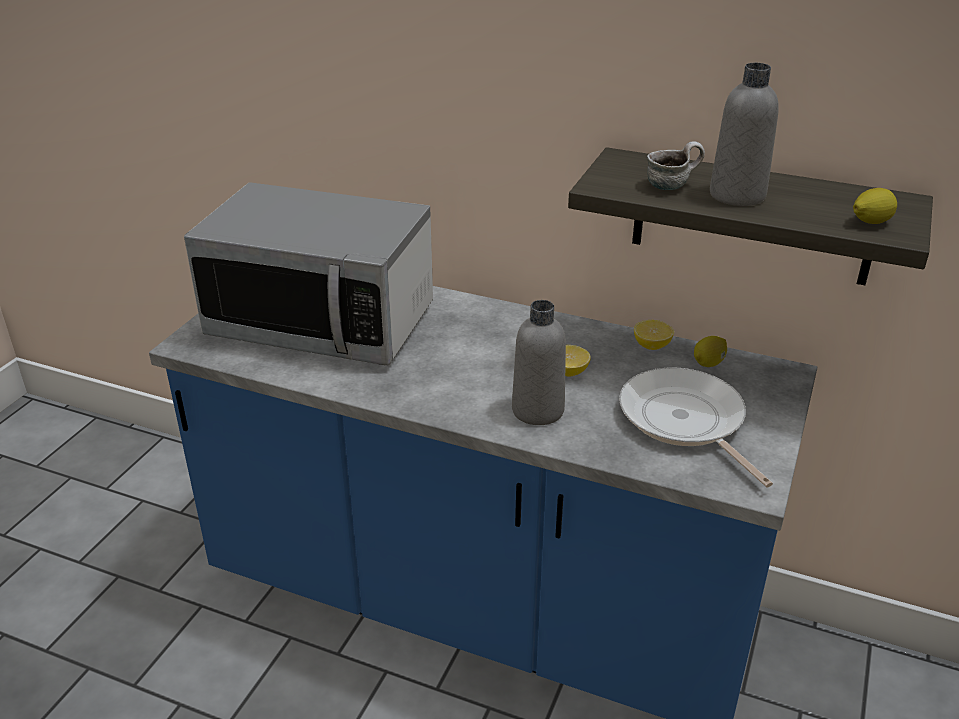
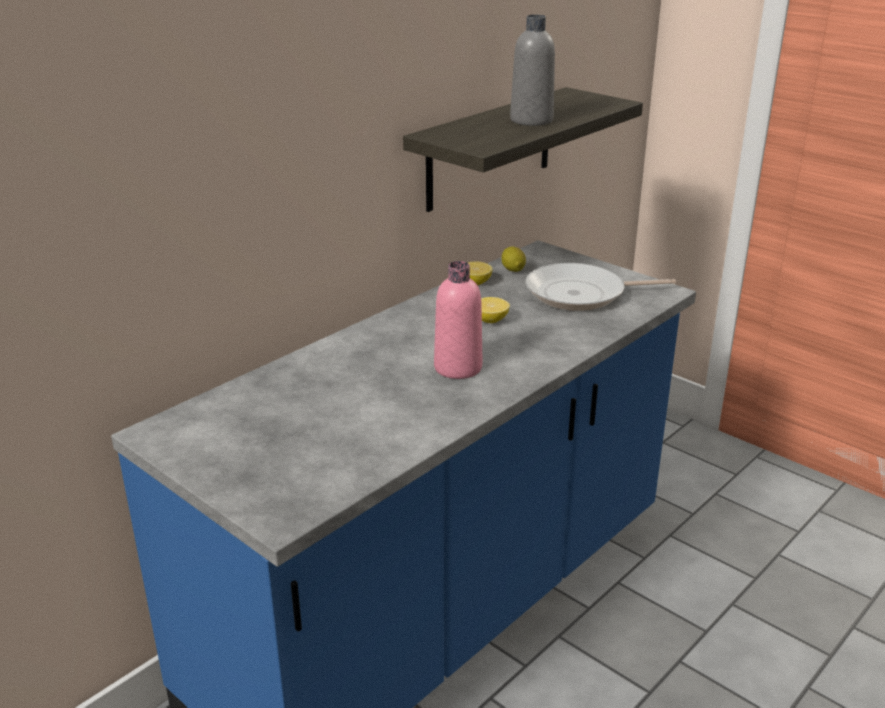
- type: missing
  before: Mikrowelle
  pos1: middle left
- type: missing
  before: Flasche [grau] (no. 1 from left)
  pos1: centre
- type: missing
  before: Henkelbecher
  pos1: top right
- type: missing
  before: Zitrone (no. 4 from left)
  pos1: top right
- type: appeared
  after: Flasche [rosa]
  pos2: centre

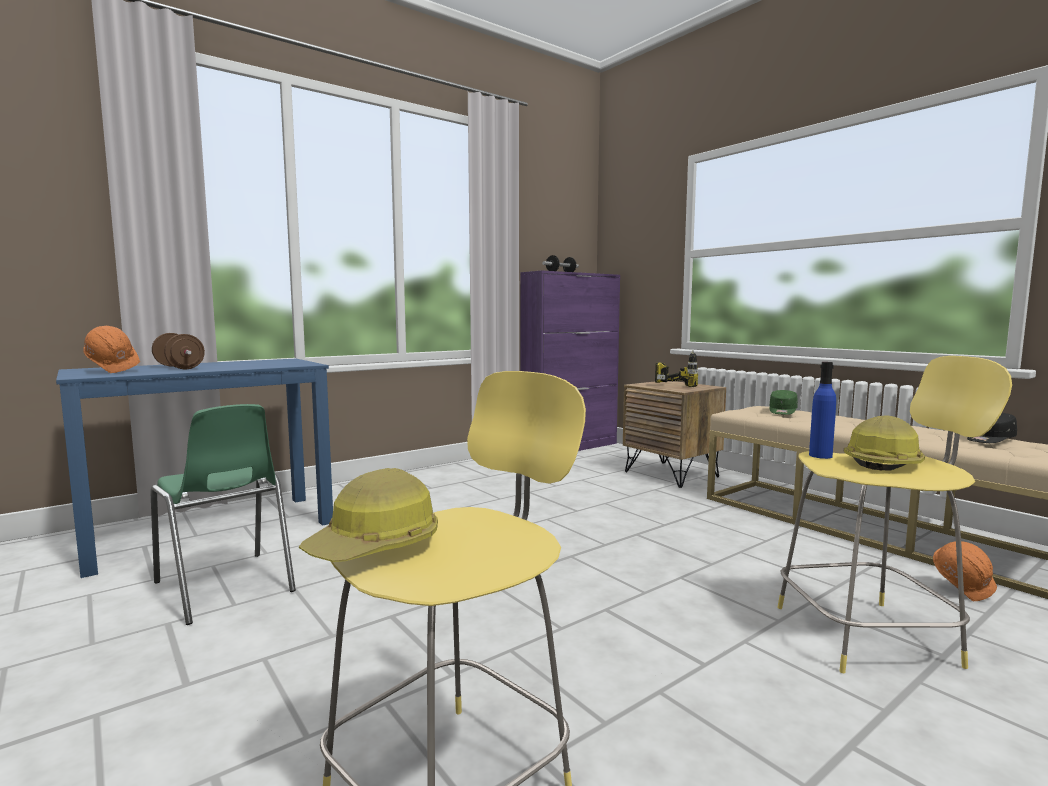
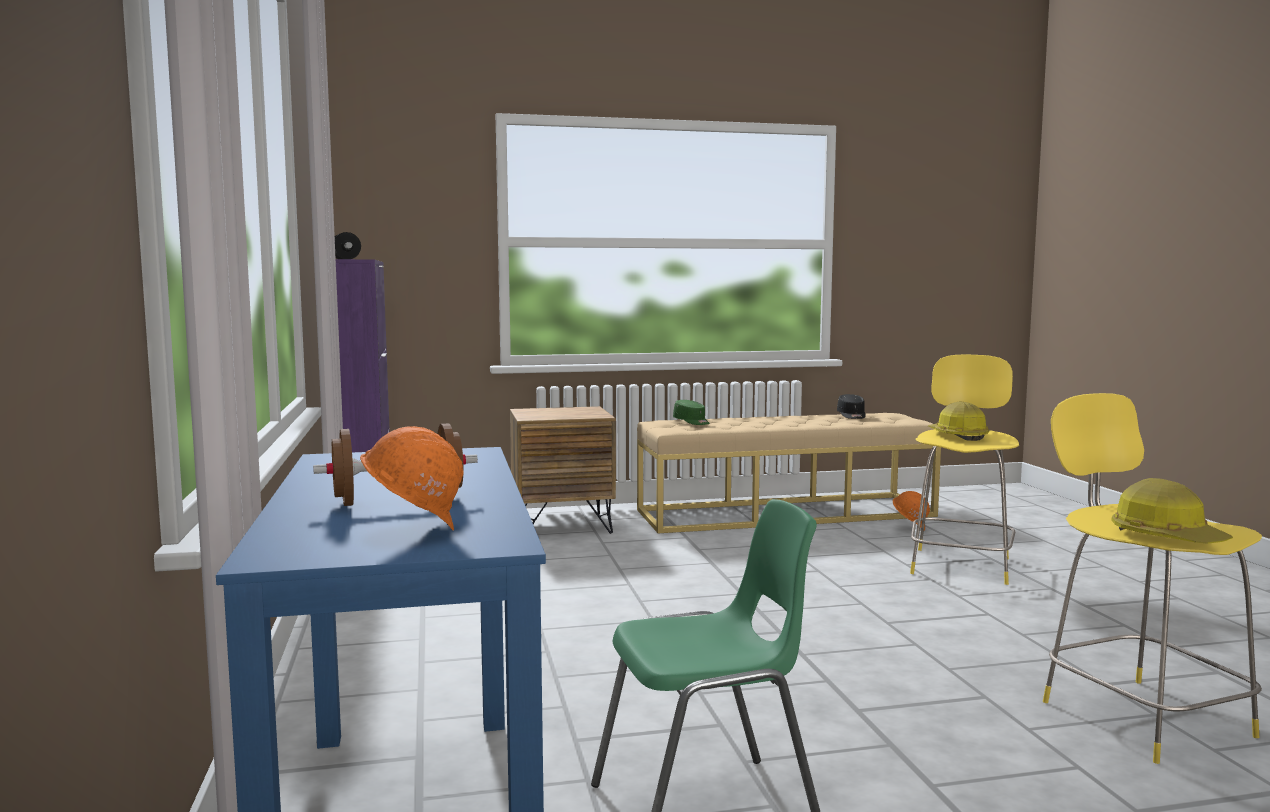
- type: missing
  before: Bohrmaschine
  pos1: centre
- type: missing
  before: Flasche [blau]
  pos1: middle right

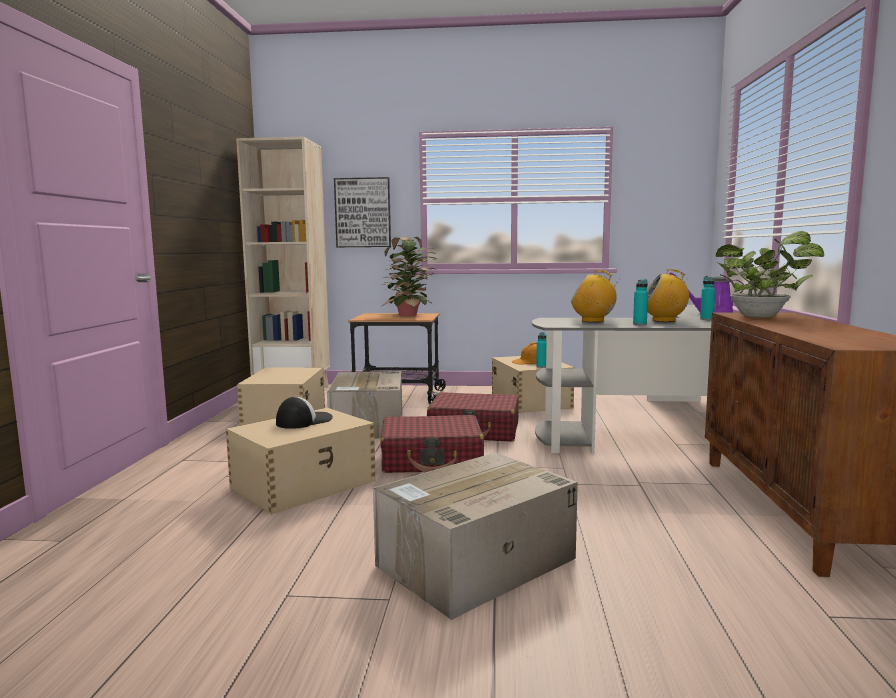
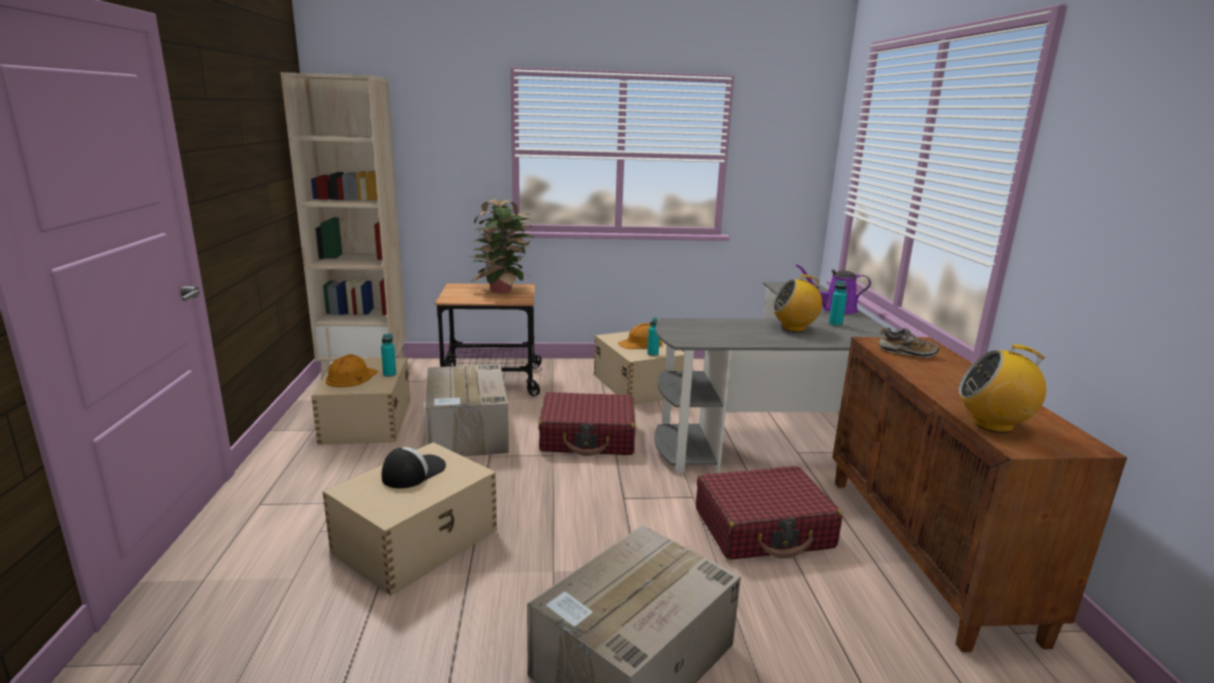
- type: missing
  before: Bild
  pos1: top centre
- type: appeared
  after: Schutzhelm [orange] (no. 1 from left)
  pos2: middle left
- type: relocated
  before: Koffer [rot] (no. 1 from left in the first image)
  after: Koffer [rot] (no. 2 from left)
  pos1: centre
  pos2: bottom centre
- type: relocated
  before: Radio (no. 1 from left in the first image)
  after: Radio (no. 2 from left)
  pos1: centre
  pos2: middle right
- type: relocated
  before: Flasche [türkis] (no. 2 from left in the first image)
  after: Flasche [türkis] (no. 1 from left)
  pos1: middle right
  pos2: middle left
- type: exchanged
  before: Topfpflanze (no. 2 from left)
  after: Schuh
  pos1: middle right
  pos2: middle right

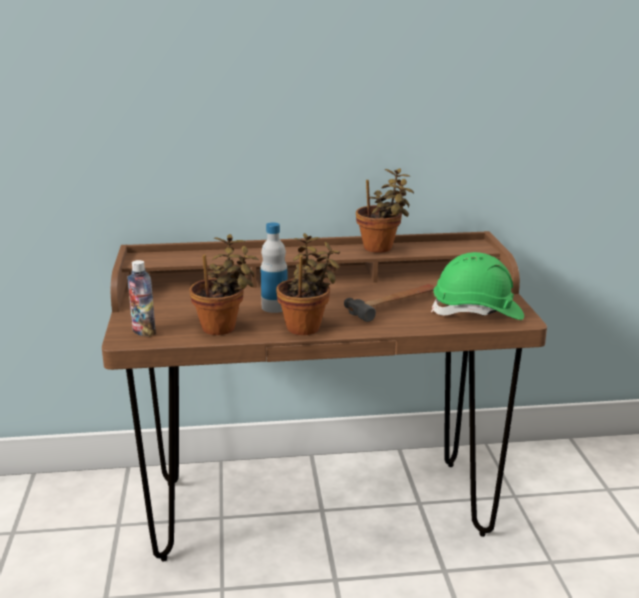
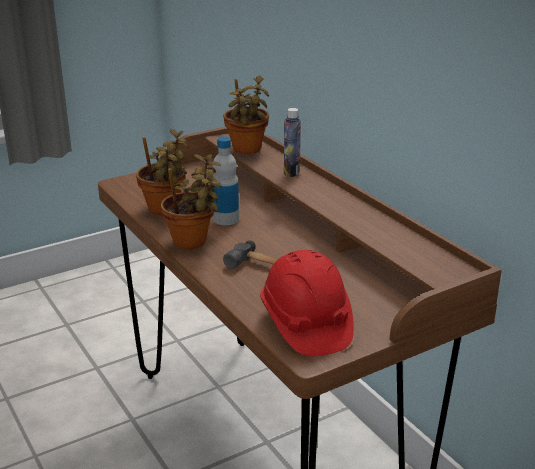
- type: relocated
  before: Flasche (no. 1 from left in the first image)
  after: Flasche (no. 2 from left)
  pos1: middle left
  pos2: top centre
- type: relocated
  before: Topfpflanze (no. 3 from left)
  pos1: centre
  pos2: top centre
- type: colour
  before: Schutzhelm [grün]
  after: Schutzhelm [rot]
  pos1: middle right
  pos2: centre

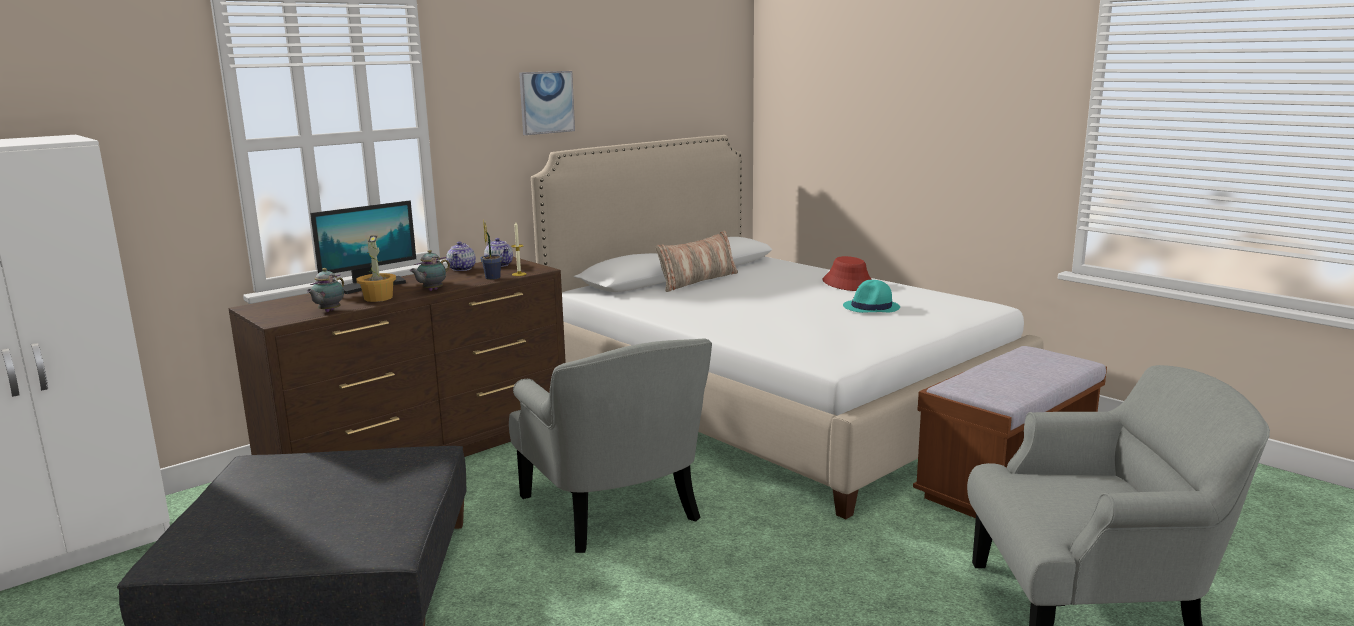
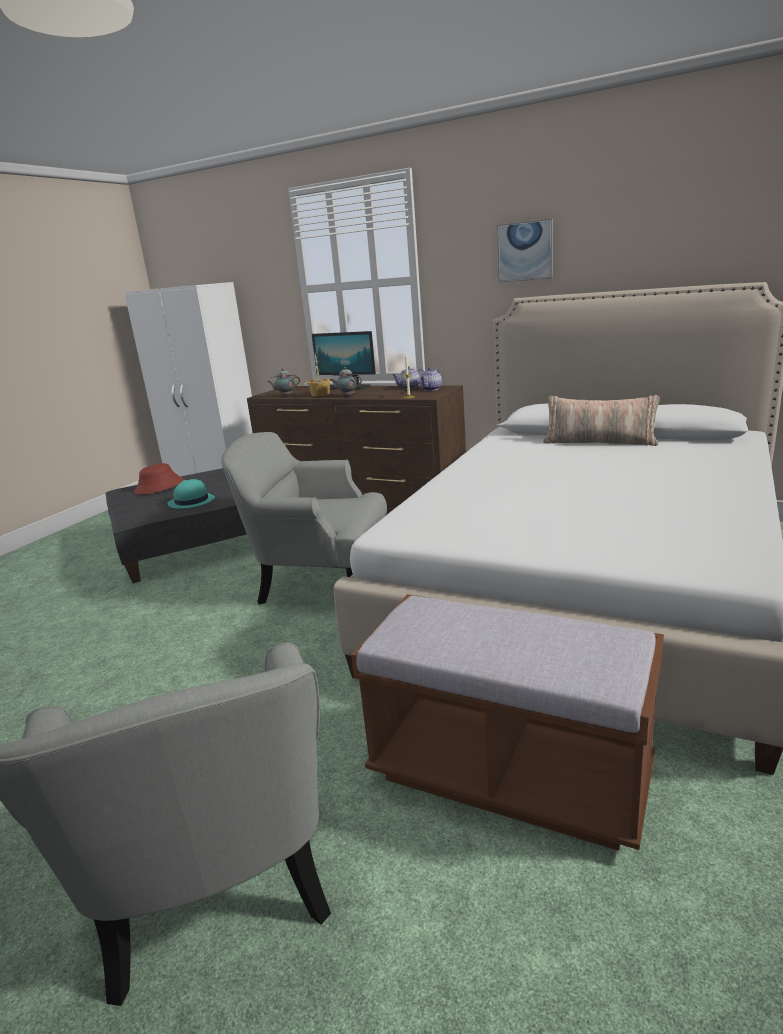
- type: missing
  before: Topfpflanze (no. 2 from left)
  pos1: centre
- type: relocated
  before: Hut [rot]
  pos1: centre
  pos2: middle left
- type: relocated
  before: Hut [türkis]
  pos1: centre
  pos2: middle left
- type: spun
  before: Sessel [grau] (no. 1 from left in the first image)
  pos1: bottom centre
  pos2: centre
  turn: 60

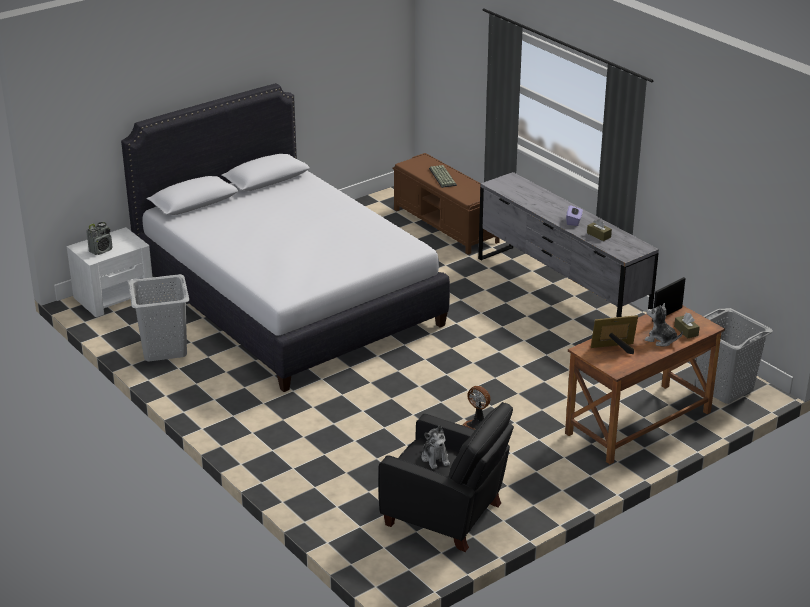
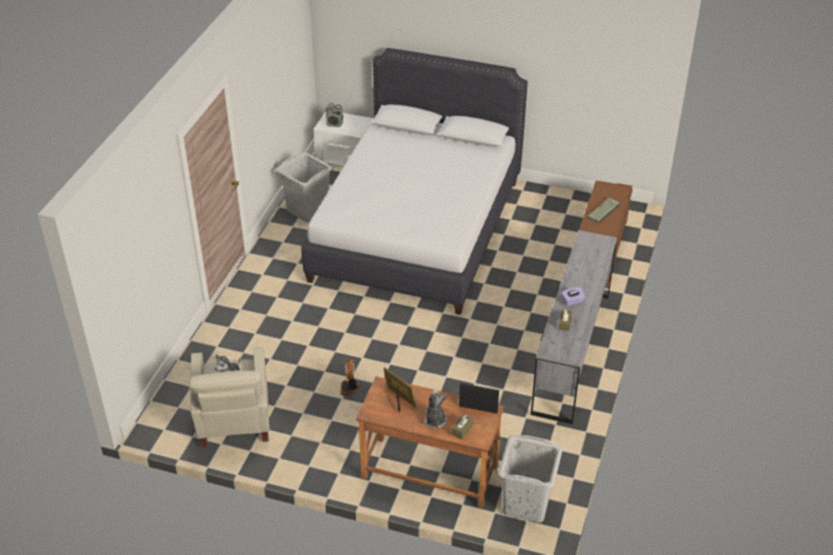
- type: colour
  before: Sessel [schwarz]
  after: Sessel [beige]
  pos1: bottom centre
  pos2: bottom left

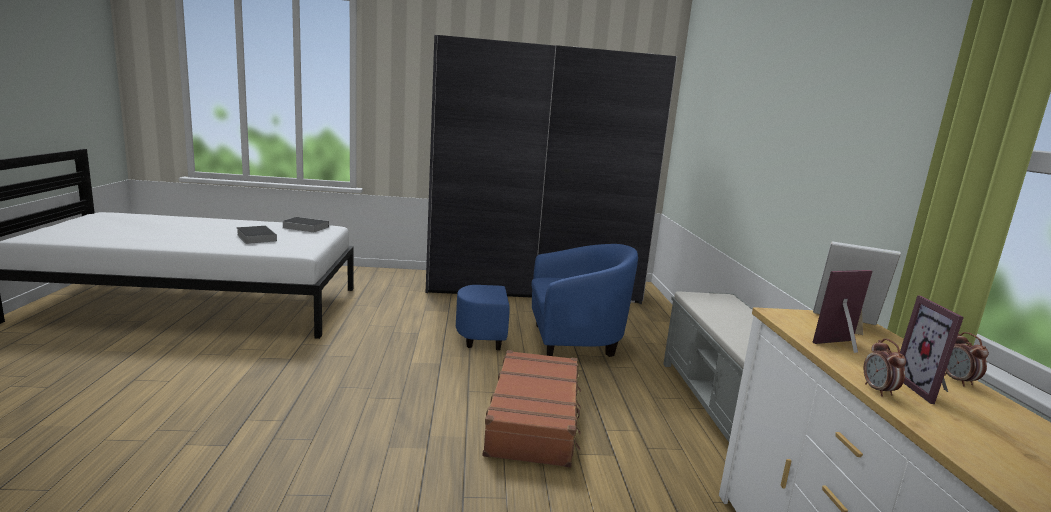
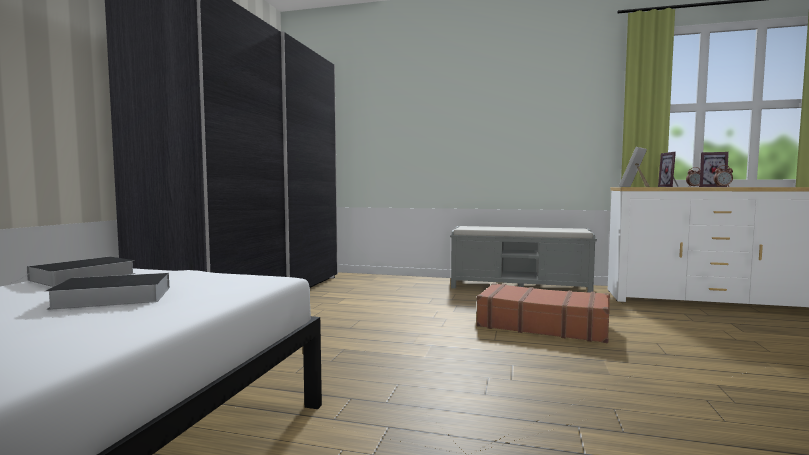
- type: missing
  before: Sessel [blau]
  pos1: centre

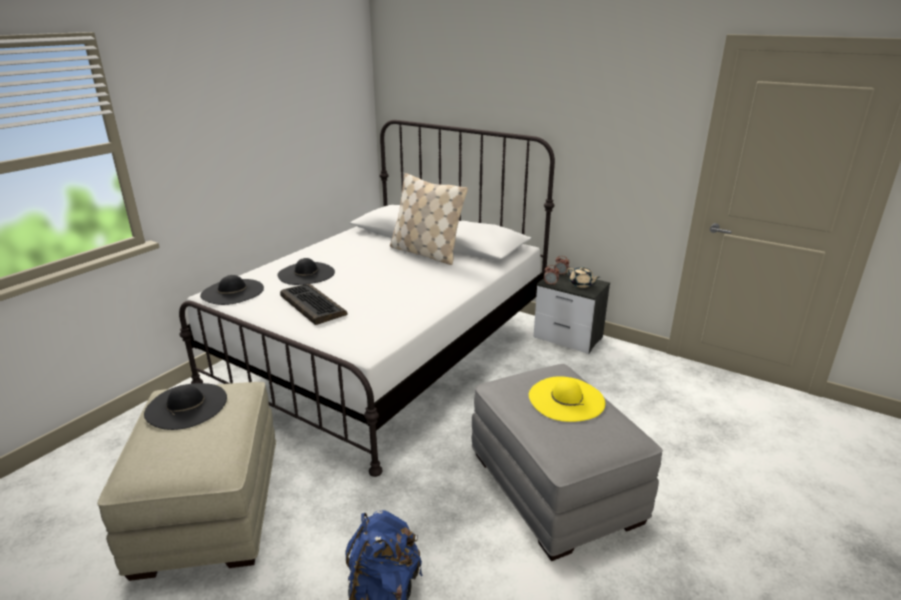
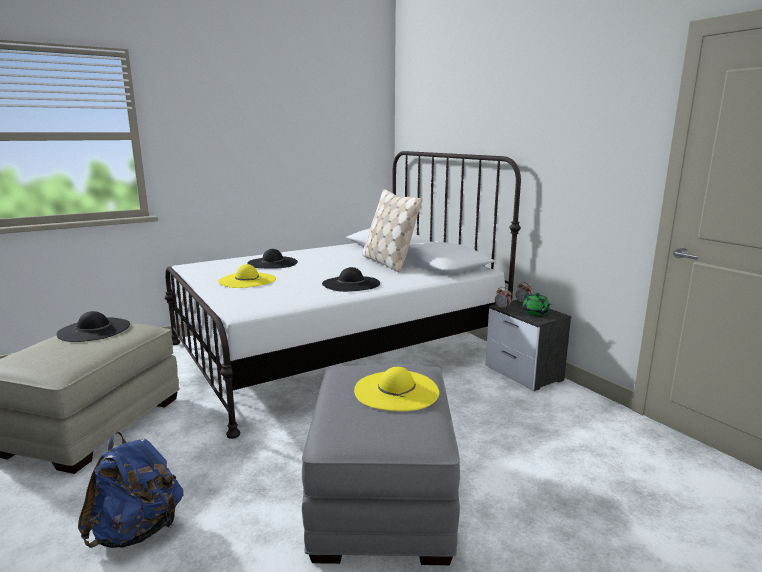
- type: relocated
  before: Hut [schwarz] (no. 2 from left in the first image)
  after: Hut [schwarz] (no. 3 from left)
  pos1: middle left
  pos2: centre
- type: exchanged
  before: Tastatur
  after: Hut [gelb] (no. 1 from left)
  pos1: centre
  pos2: middle left
- type: colour
  before: Teekanne [beige]
  after: Teekanne [grün]
  pos1: centre
  pos2: middle right

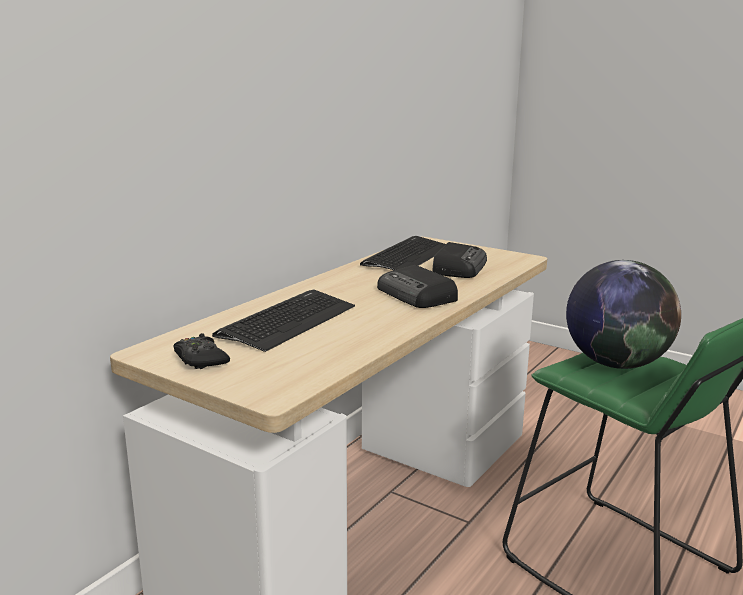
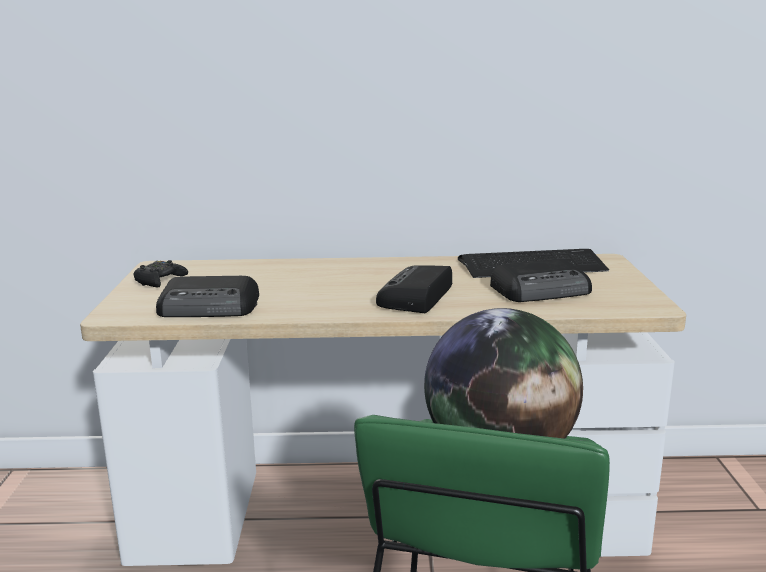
- type: missing
  before: Tastatur (no. 1 from left)
  pos1: centre
- type: appeared
  after: Radio (no. 1 from left)
  pos2: middle left

